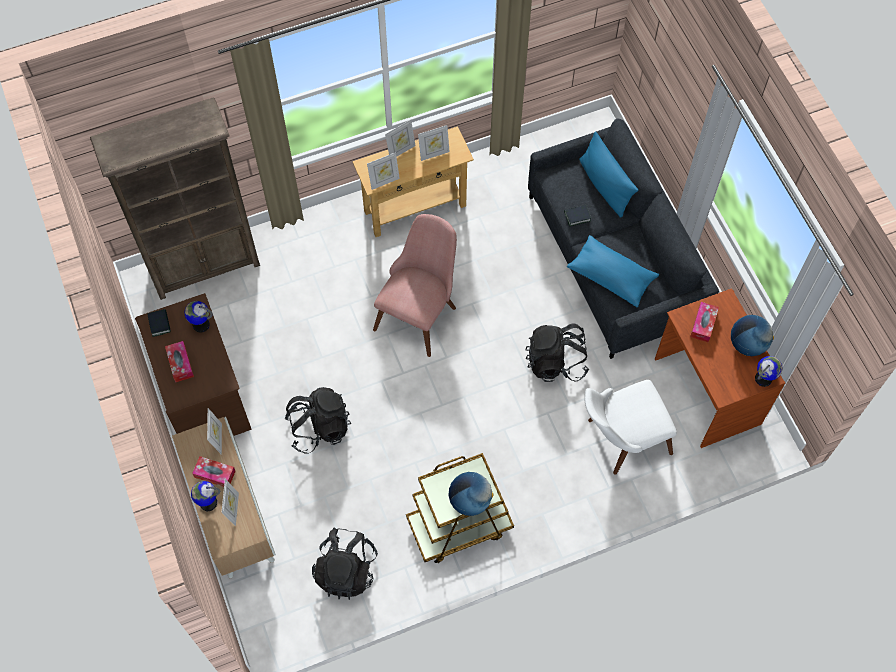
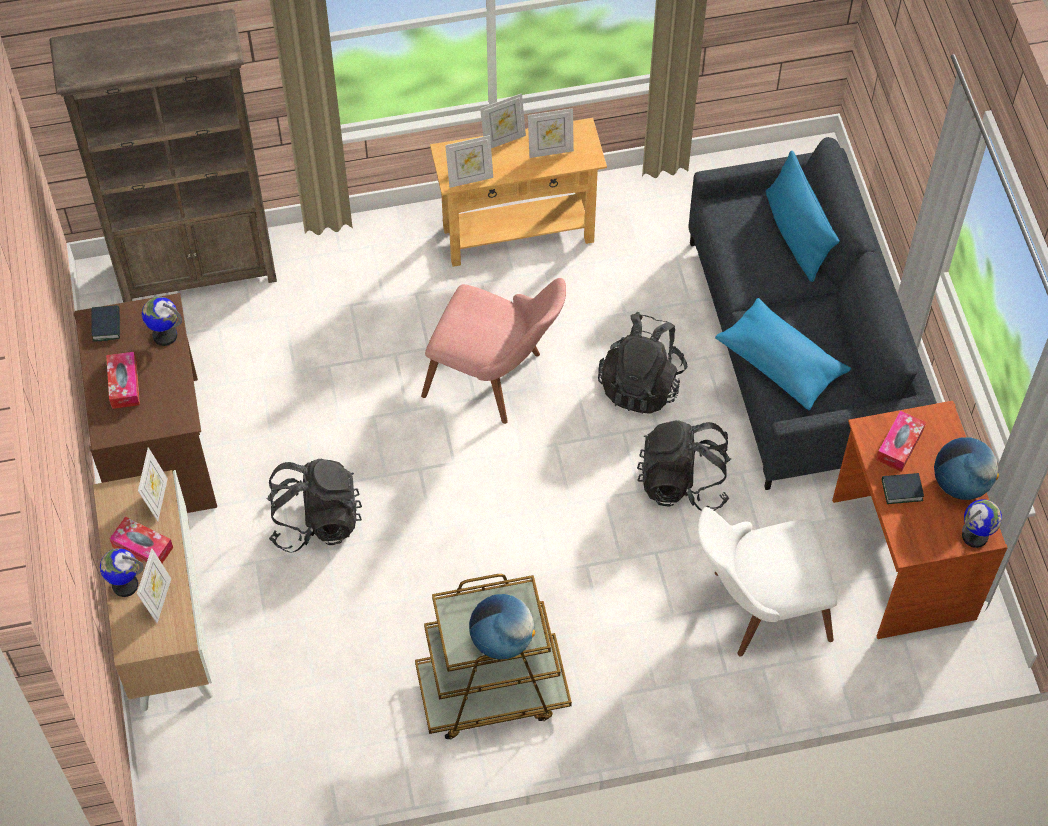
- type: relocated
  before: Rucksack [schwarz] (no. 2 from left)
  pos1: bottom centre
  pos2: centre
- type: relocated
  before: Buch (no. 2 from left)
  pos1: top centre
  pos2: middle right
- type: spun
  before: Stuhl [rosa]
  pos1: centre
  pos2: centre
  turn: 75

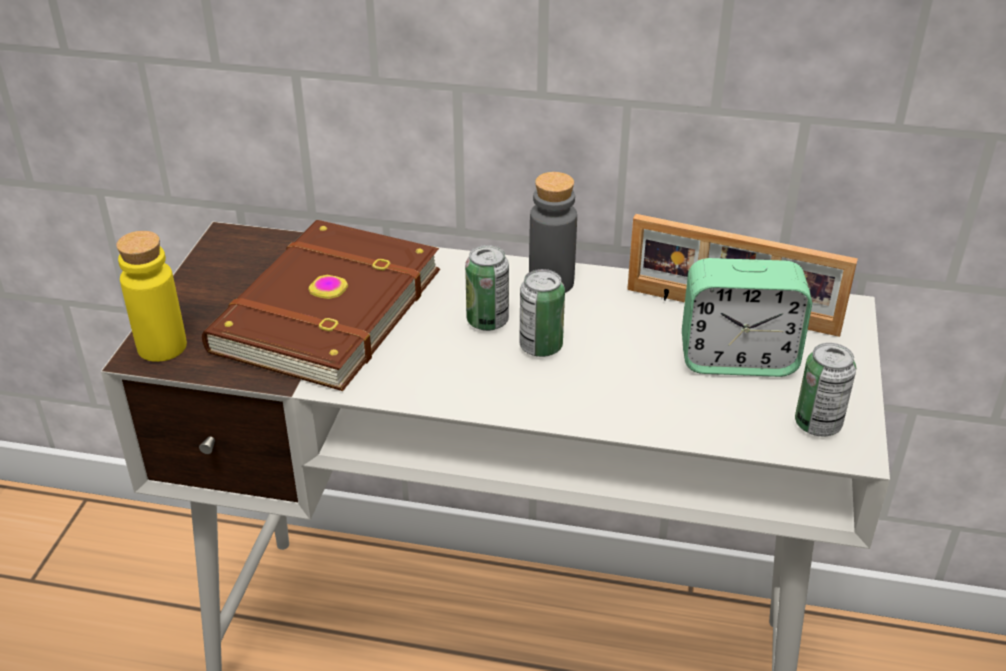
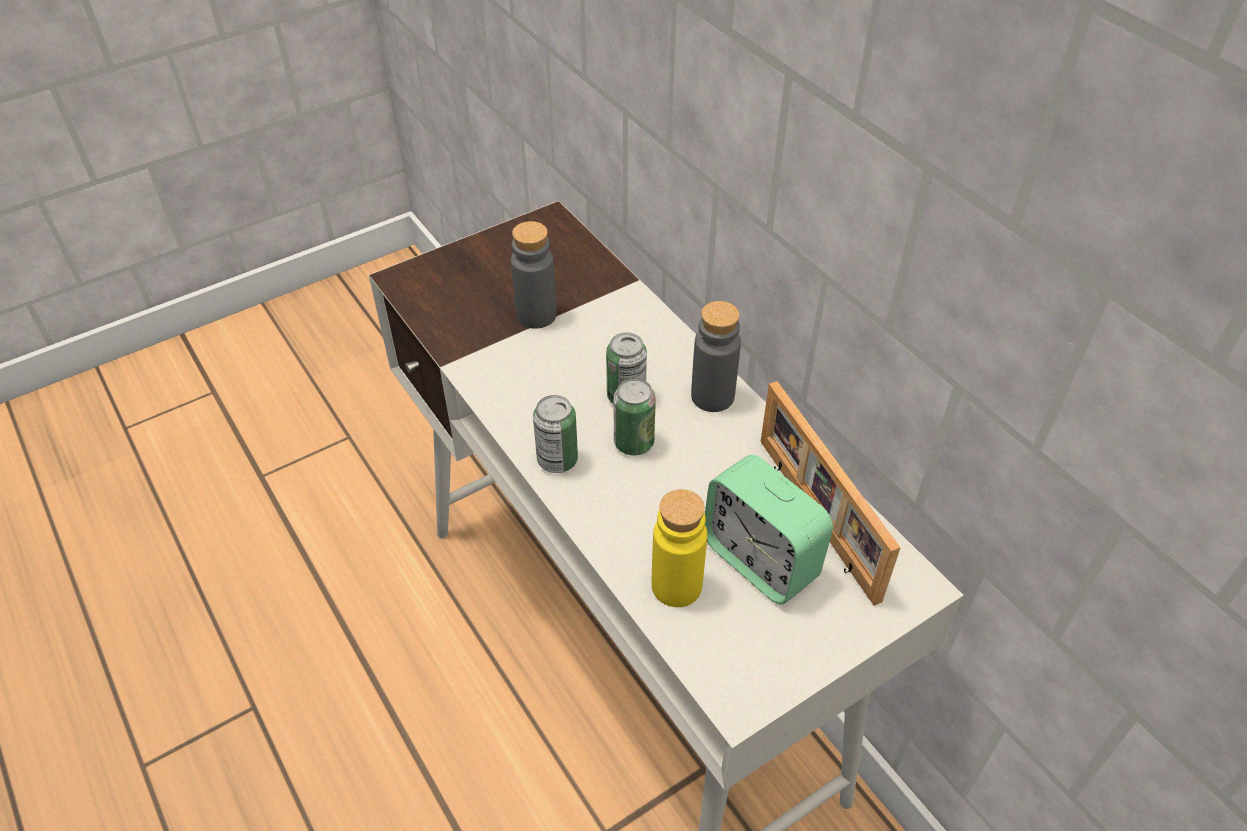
- type: relocated
  before: Flasche [gelb]
  pos1: middle left
  pos2: centre
- type: relocated
  before: Dose (no. 3 from left in the first image)
  after: Dose (no. 1 from left)
  pos1: middle right
  pos2: centre
- type: exchanged
  before: Buch [braun]
  after: Flasche [grau] (no. 1 from left)
  pos1: middle left
  pos2: top centre

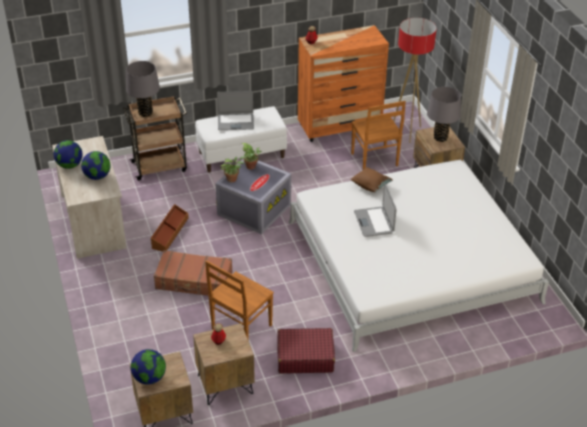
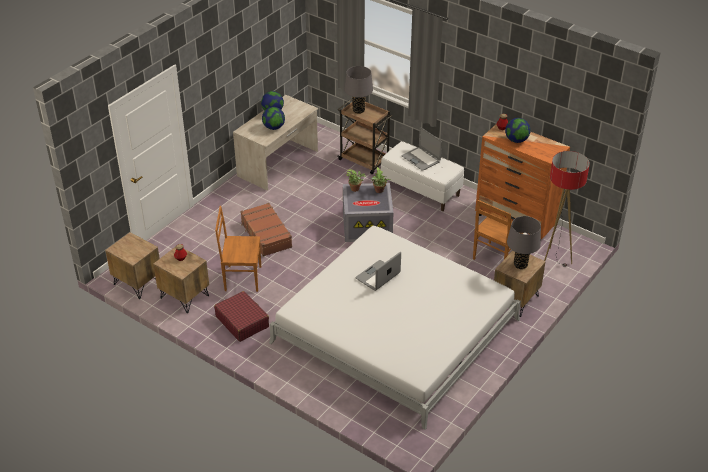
- type: missing
  before: Aufbewahrungsbox [braun]
  pos1: middle left
- type: missing
  before: Kissen [braun]
  pos1: centre
- type: relocated
  before: Globus (no. 3 from left)
  pos1: bottom left
  pos2: top right

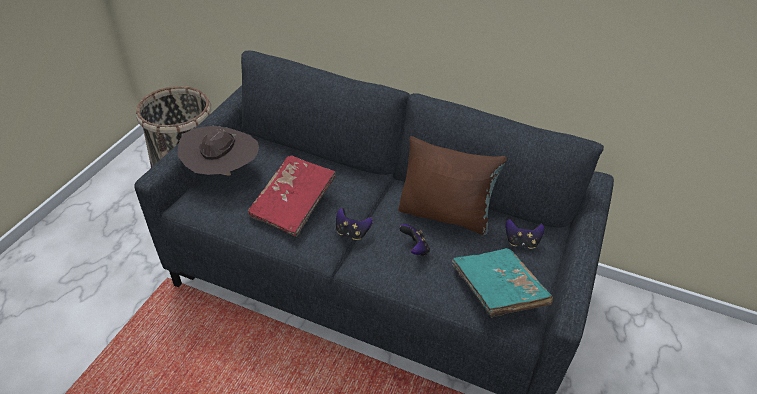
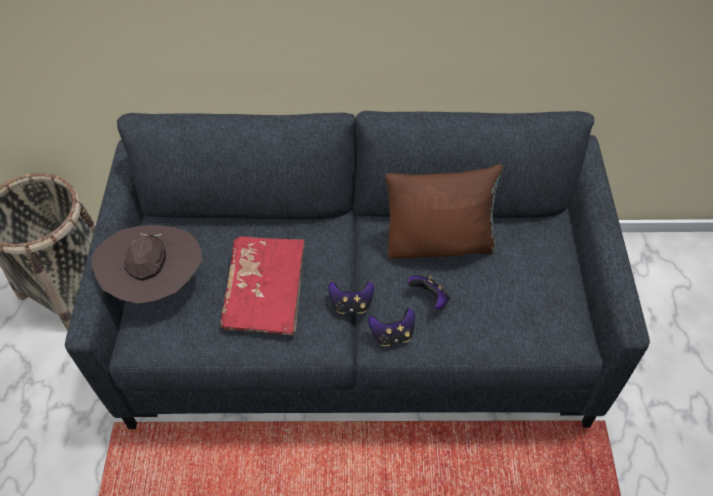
- type: missing
  before: Buch [türkis]
  pos1: bottom centre
- type: relocated
  before: Gamepad (no. 3 from left in the first image)
  after: Gamepad (no. 2 from left)
  pos1: middle right
  pos2: centre

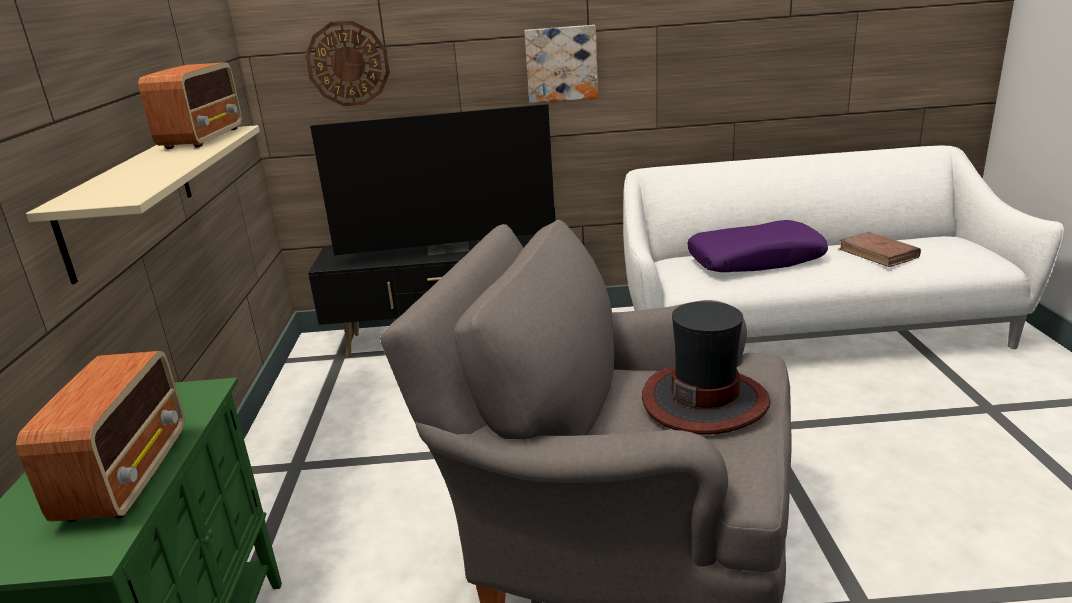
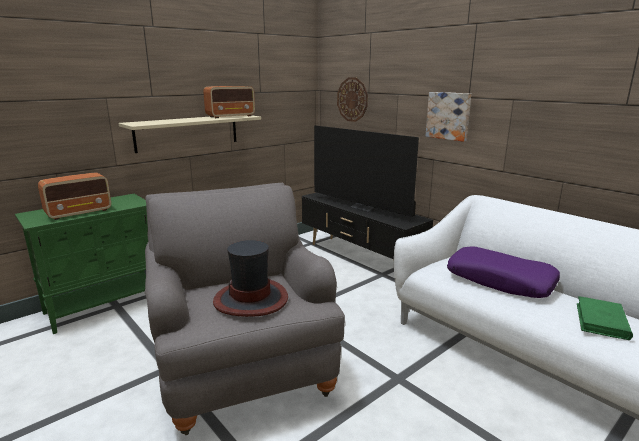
- type: colour
  before: Buch [braun]
  after: Buch [grün]
  pos1: middle right
  pos2: bottom right

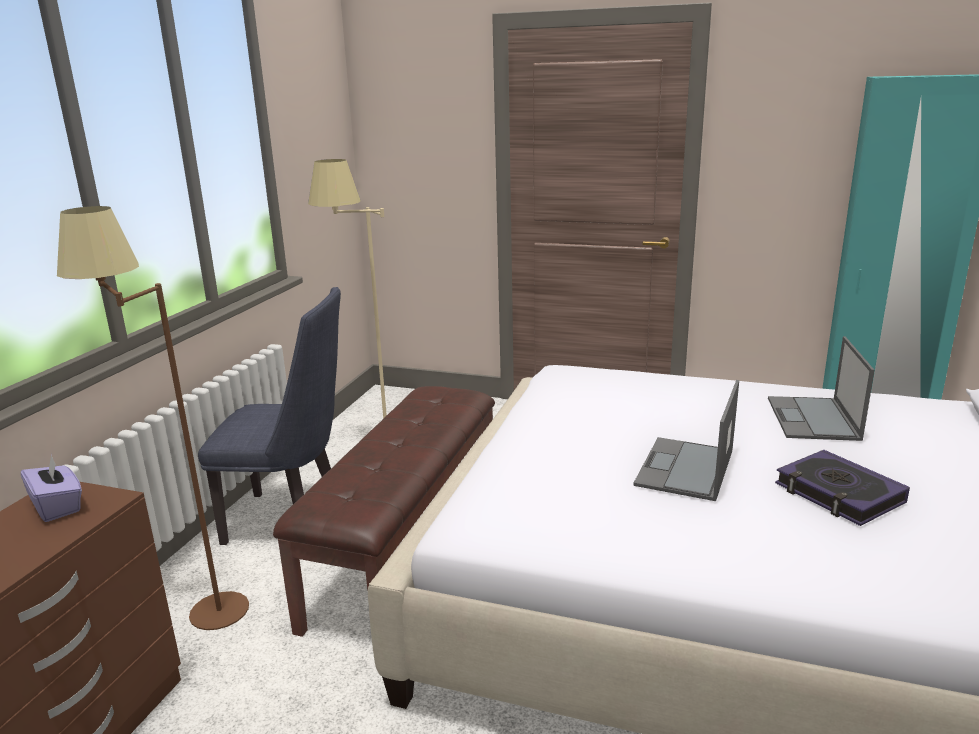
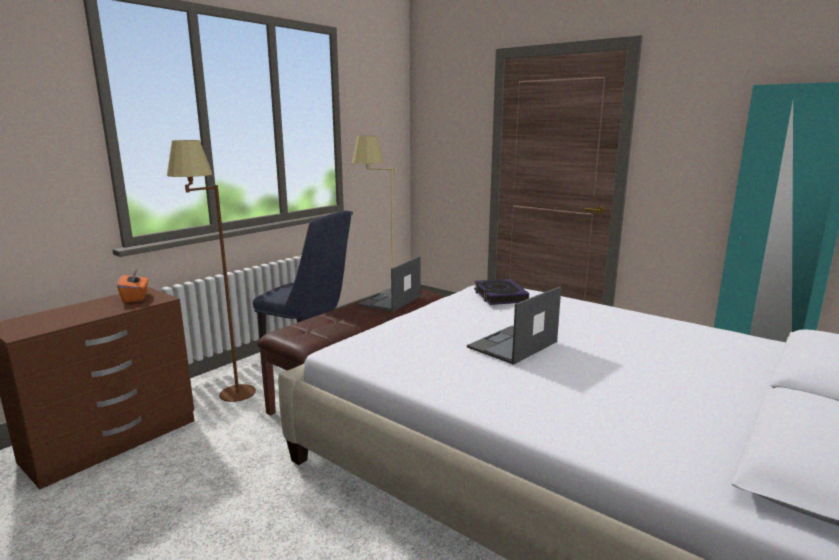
- type: relocated
  before: Laptop (no. 2 from left in the first image)
  after: Laptop (no. 1 from left)
  pos1: middle right
  pos2: centre
- type: relocated
  before: Buch
  pos1: middle right
  pos2: centre
- type: colour
  before: Taschentuchbox [lila]
  after: Taschentuchbox [orange]
  pos1: middle left
  pos2: middle left

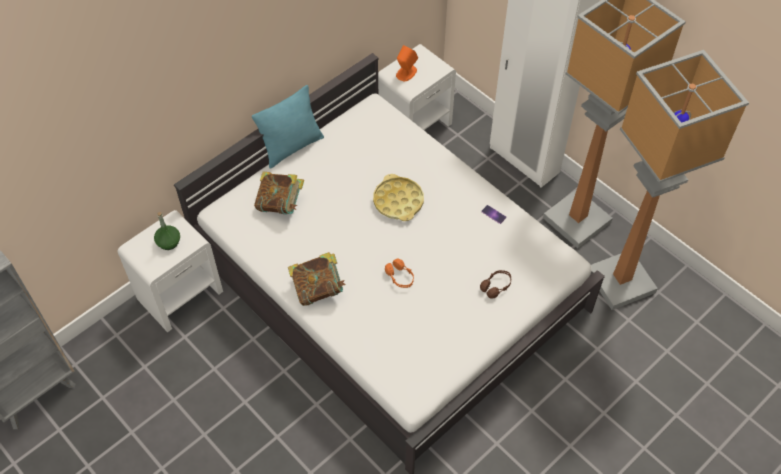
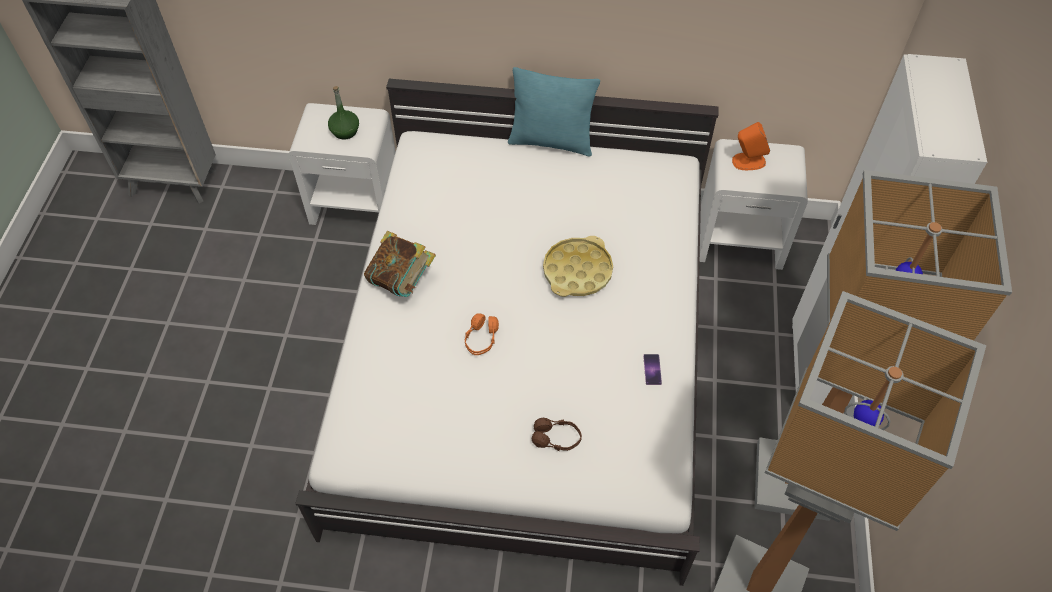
- type: missing
  before: Buch (no. 1 from left)
  pos1: centre

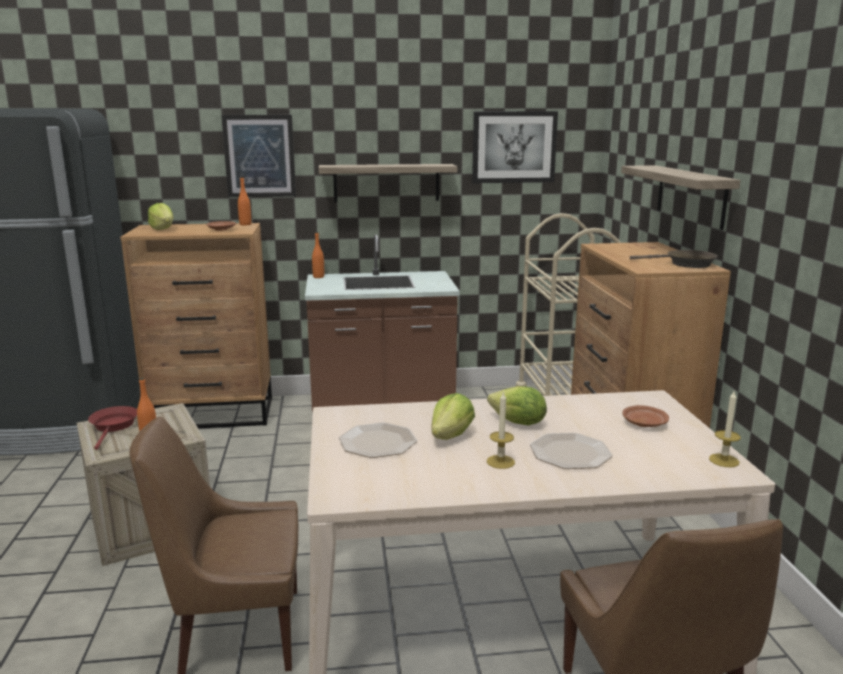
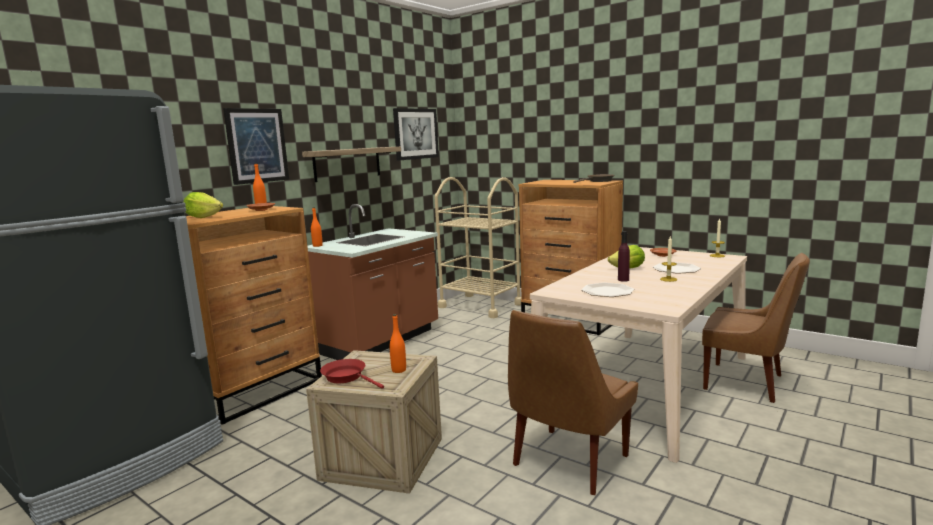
- type: missing
  before: Wandregal (no. 2 from left)
  pos1: top right
- type: exchanged
  before: Salatkopf (no. 2 from left)
  after: Flasche [lila]
  pos1: centre
  pos2: middle right

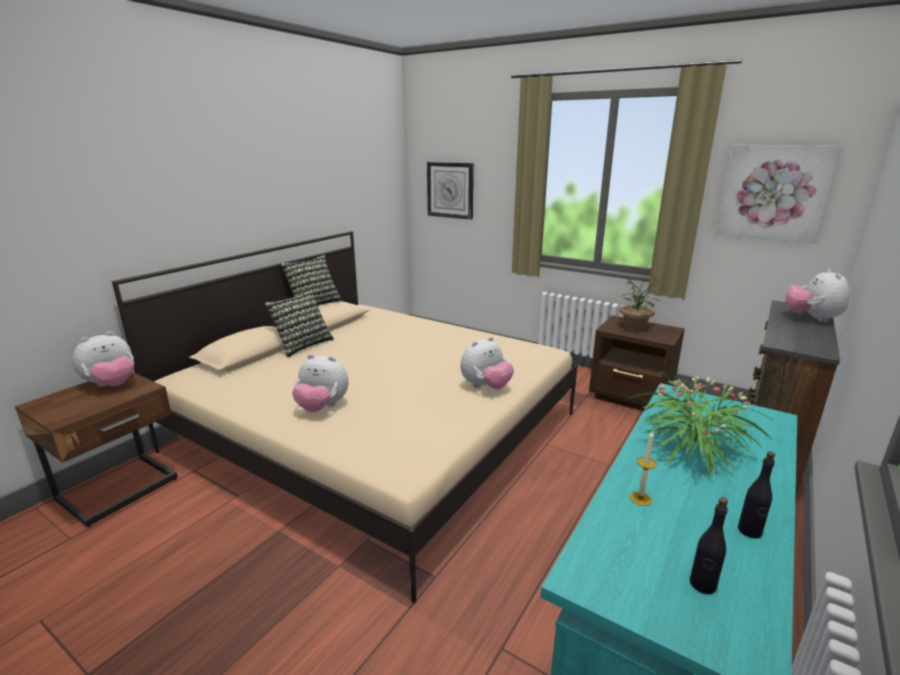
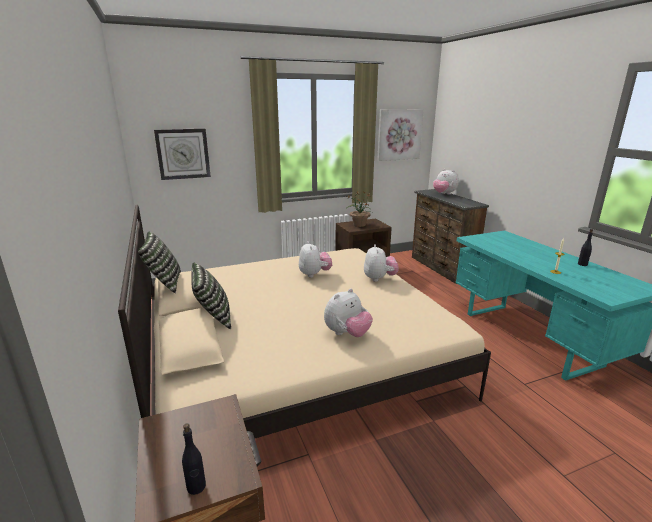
- type: missing
  before: Topfpflanze (no. 2 from left)
  pos1: middle right
- type: relocated
  before: Plüschtier (no. 1 from left)
  pos1: middle left
  pos2: centre
- type: relocated
  before: Flasche [schwarz] (no. 1 from left)
  pos1: bottom right
  pos2: bottom left

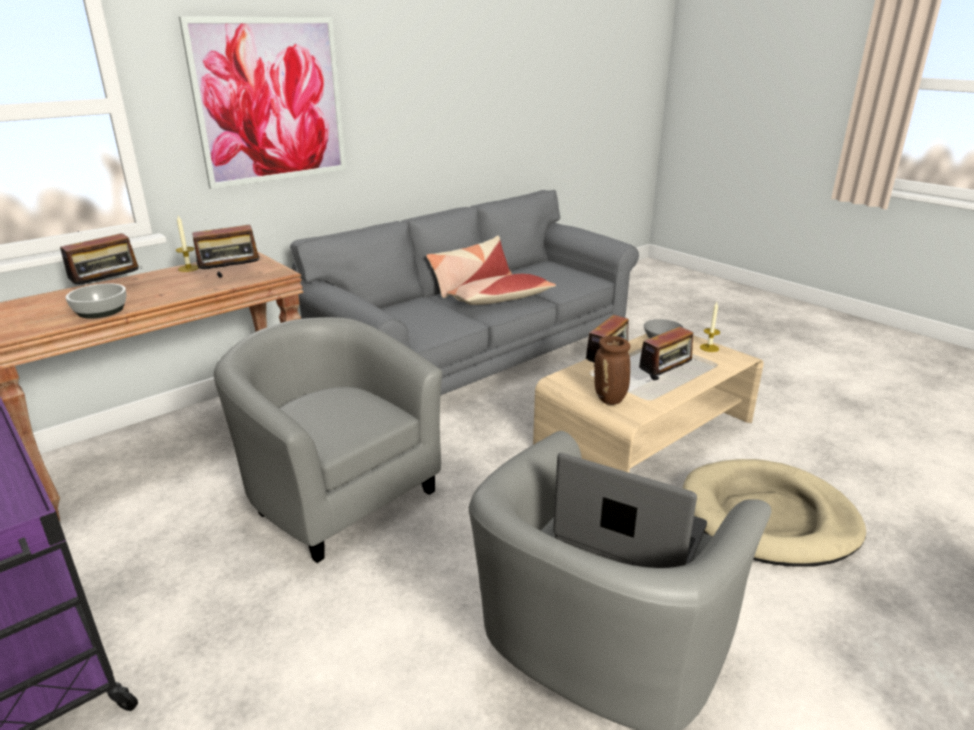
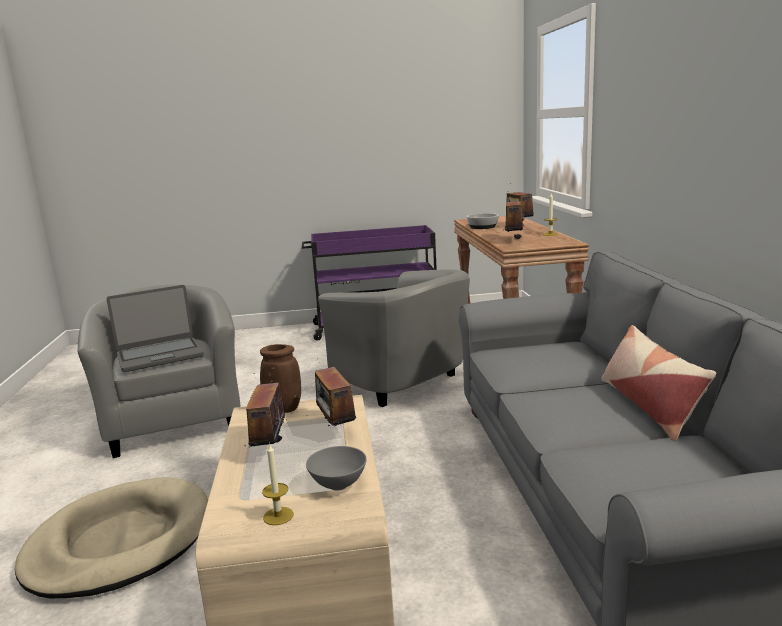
- type: missing
  before: Bild
  pos1: top left
- type: missing
  before: Kissen (no. 2 from left)
  pos1: centre
- type: spun
  before: Sessel [grau] (no. 1 from left in the first image)
  pos1: centre
  pos2: centre
  turn: 60

